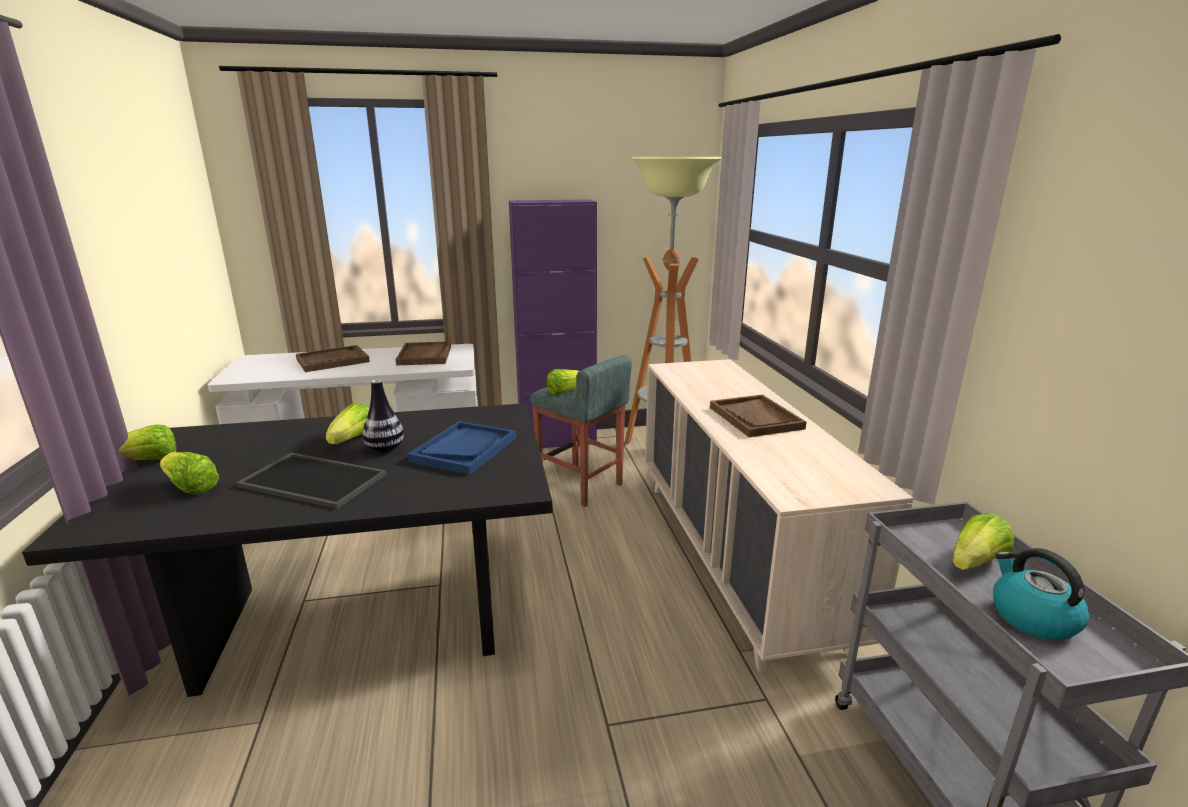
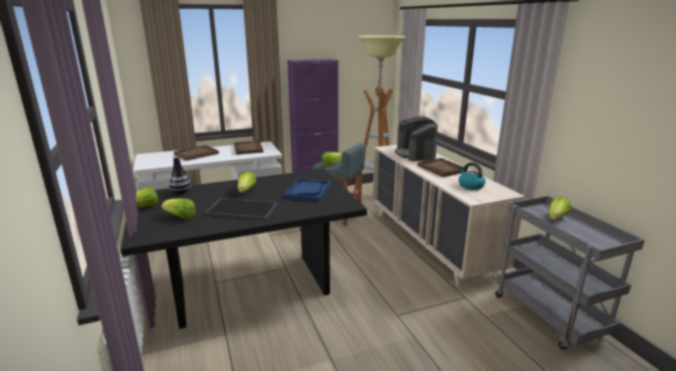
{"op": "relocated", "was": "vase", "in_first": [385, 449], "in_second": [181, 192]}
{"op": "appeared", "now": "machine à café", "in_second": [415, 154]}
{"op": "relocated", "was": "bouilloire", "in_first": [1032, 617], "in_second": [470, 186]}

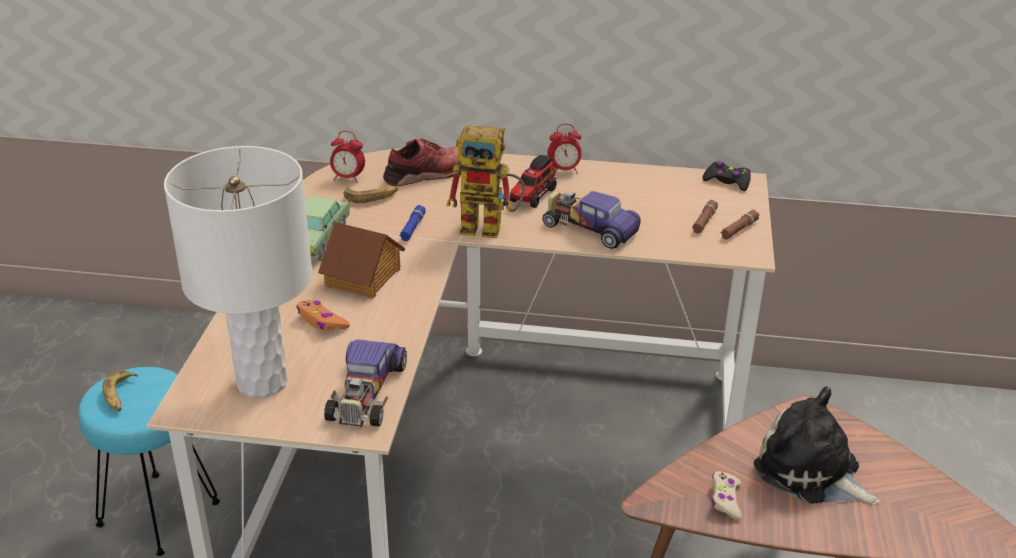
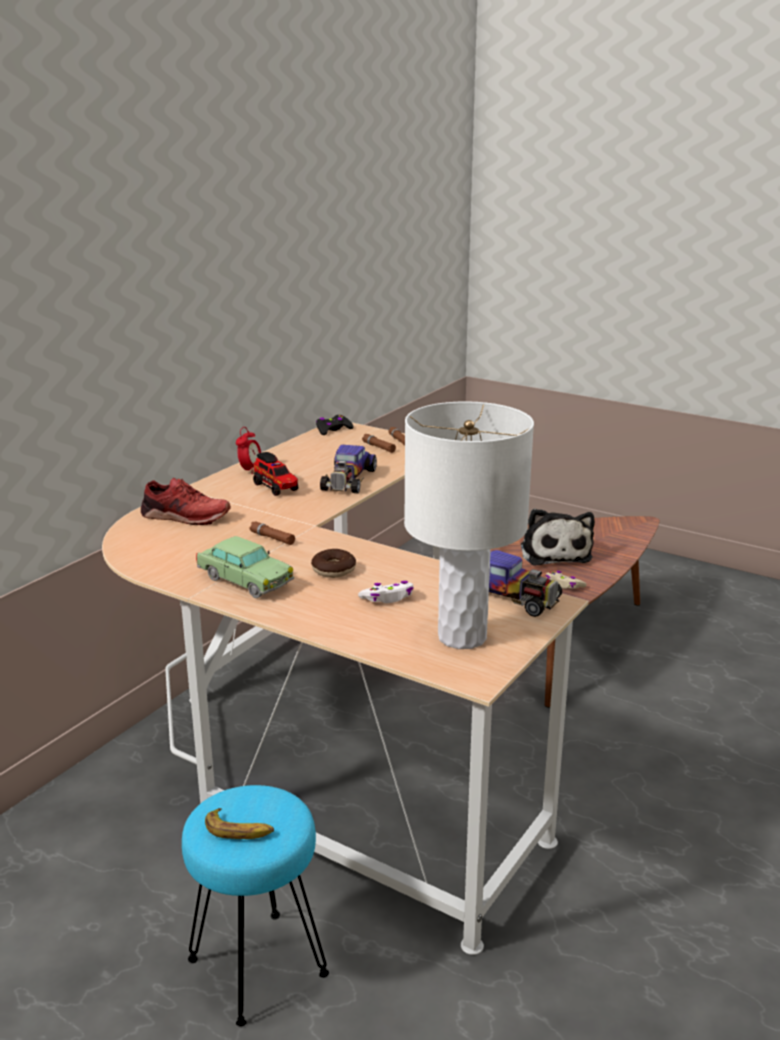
{"op": "spun", "was": "chaussure/rouge", "in_first": [428, 173], "in_second": [184, 516], "clockwise": 105}
{"op": "colour", "was": "lampe de poche/bleu", "now": "lampe de poche/marron", "in_first": [413, 227], "in_second": [272, 538]}
{"op": "exchanged", "was": "maison miniature", "now": "beignet", "in_first": [364, 277], "in_second": [333, 570]}
{"op": "spun", "was": "petite voiture", "in_first": [590, 228], "in_second": [348, 480], "clockwise": -45}
{"op": "colour", "was": "manette/orange", "now": "manette/blanc", "in_first": [322, 321], "in_second": [388, 598]}
{"op": "spun", "was": "peluche", "in_first": [811, 472], "in_second": [554, 552], "clockwise": -75}
{"op": "missing", "was": "réveil", "in_first": [348, 178]}
{"op": "missing", "was": "banane", "in_first": [371, 197]}
{"op": "missing", "was": "robot jouet", "in_first": [491, 227]}

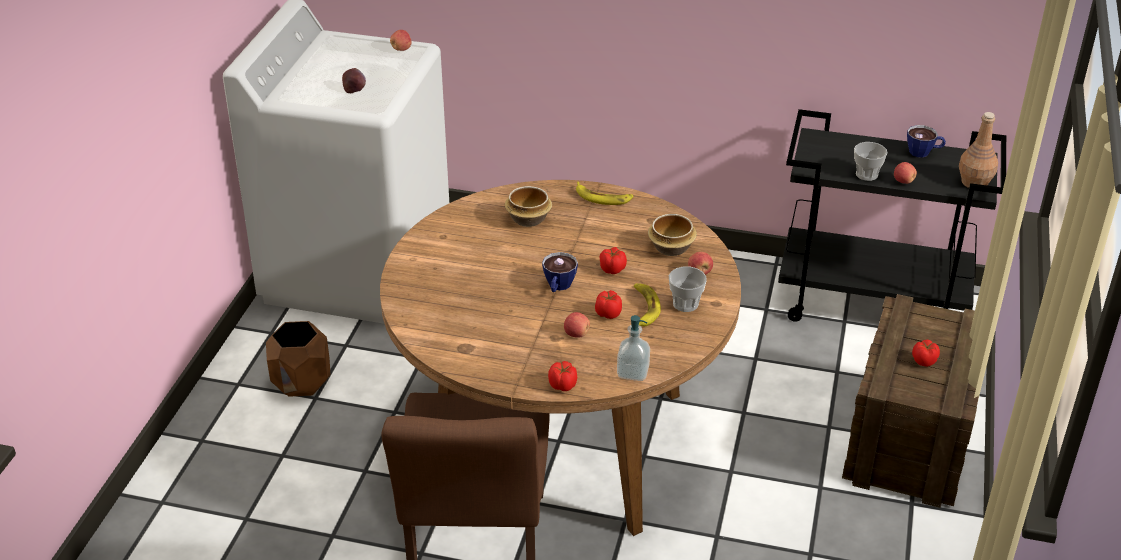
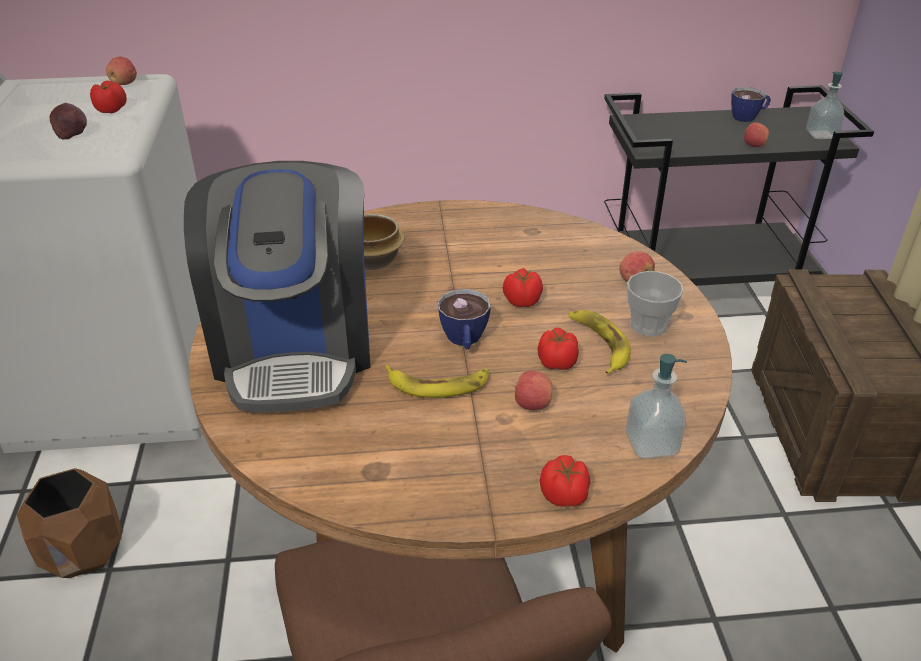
{"op": "relocated", "was": "tomate", "in_first": [924, 361], "in_second": [112, 110]}
{"op": "appeared", "now": "machine à café", "in_second": [295, 347]}
{"op": "relocated", "was": "banane", "in_first": [603, 197], "in_second": [438, 384]}
{"op": "exchanged", "was": "bouteille/marron", "now": "distributeur de savon", "in_first": [974, 182], "in_second": [821, 135]}
{"op": "missing", "was": "bol", "in_first": [672, 248]}
{"op": "missing", "was": "tasse", "in_first": [866, 174]}

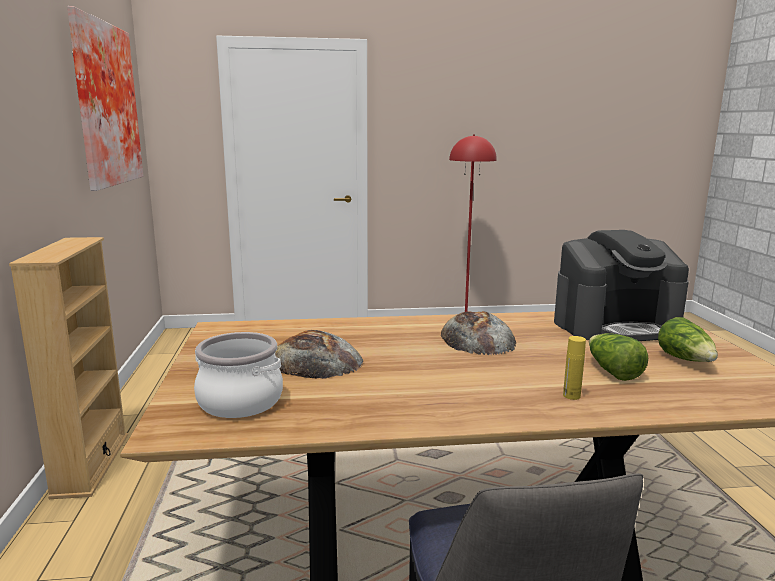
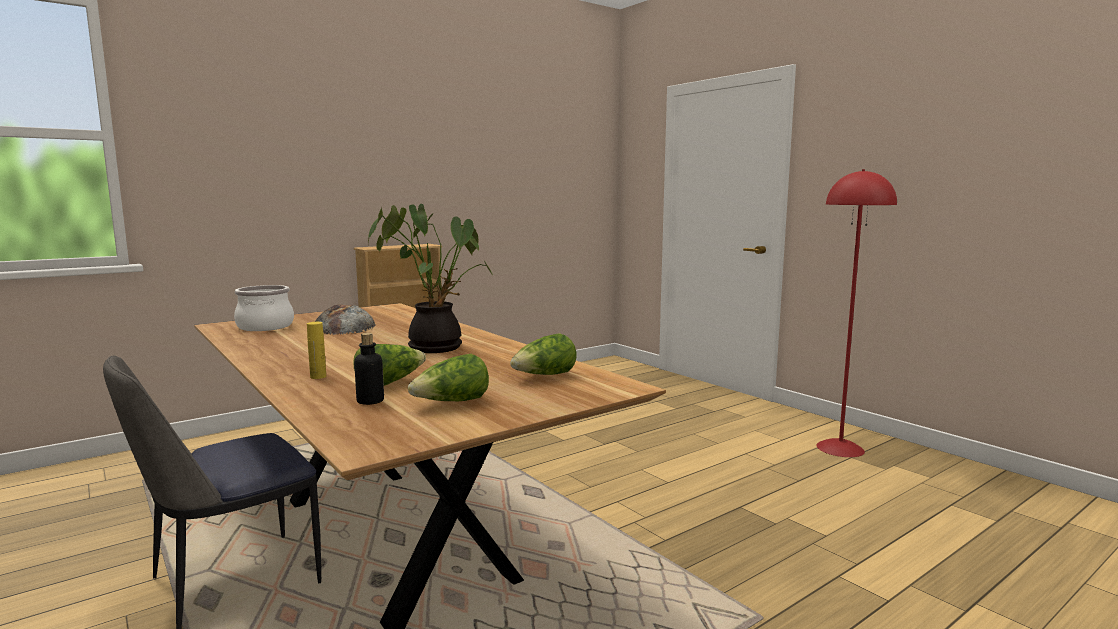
{"op": "appeared", "now": "bouteille", "in_second": [370, 401]}
{"op": "exchanged", "was": "pain", "now": "plante en pot", "in_first": [477, 339], "in_second": [437, 346]}
{"op": "exchanged", "was": "machine à café", "now": "laitue", "in_first": [615, 325], "in_second": [544, 376]}
{"op": "missing", "was": "tableau", "in_first": [102, 104]}

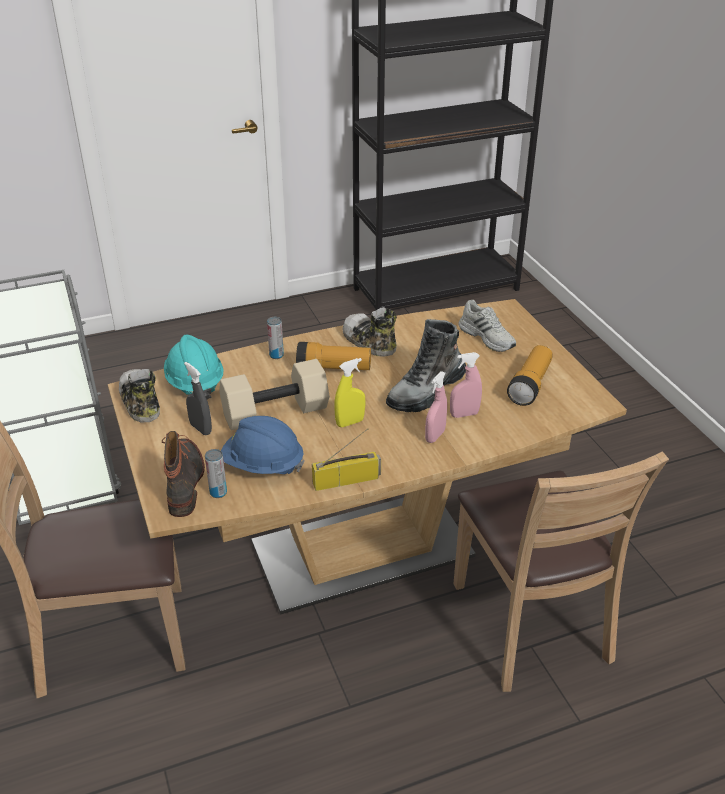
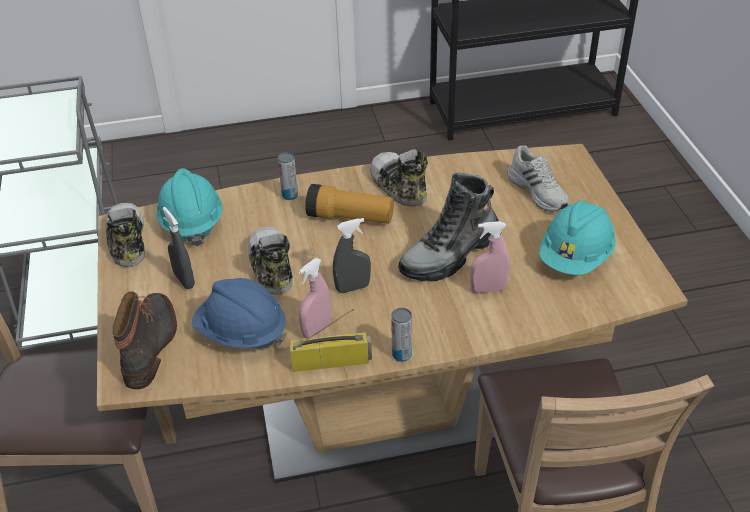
{"op": "exchanged", "was": "haltère/beige", "now": "chaussure", "in_first": [275, 413], "in_second": [271, 268]}
{"op": "relocated", "was": "vaporisateur/rose", "in_first": [435, 436], "in_second": [316, 329]}
{"op": "colour", "was": "vaporisateur/jaune", "now": "vaporisateur/gris", "in_first": [350, 422], "in_second": [352, 288]}
{"op": "relocated", "was": "boîte métallique", "in_first": [218, 492], "in_second": [401, 355]}
{"op": "exchanged", "was": "lampe de poche", "now": "casque de chantier/turquoise", "in_first": [530, 385], "in_second": [575, 258]}

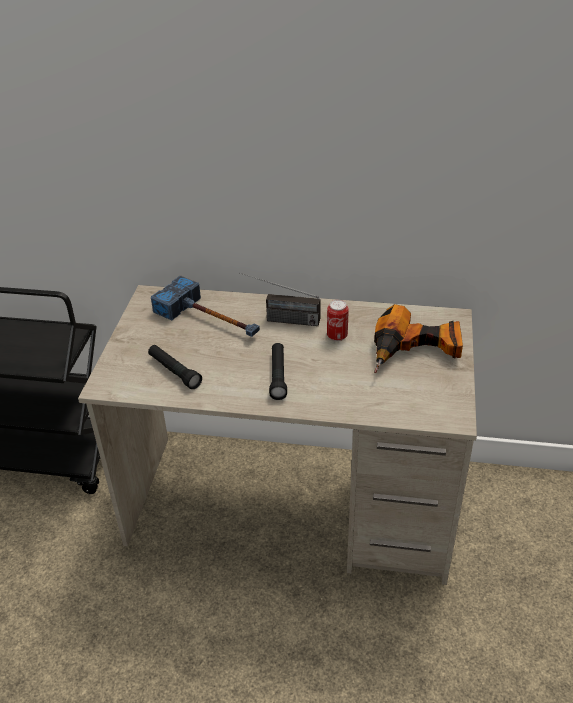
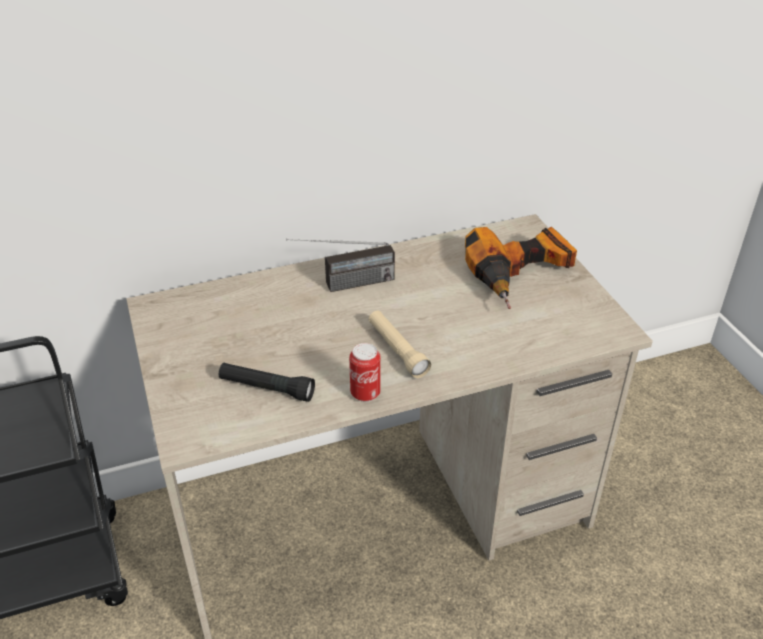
{"op": "relocated", "was": "boîte métallique", "in_first": [337, 336], "in_second": [365, 393]}
{"op": "colour", "was": "lampe de poche/noir", "now": "lampe de poche/beige", "in_first": [278, 376], "in_second": [397, 350]}
{"op": "missing", "was": "marteau", "in_first": [210, 320]}

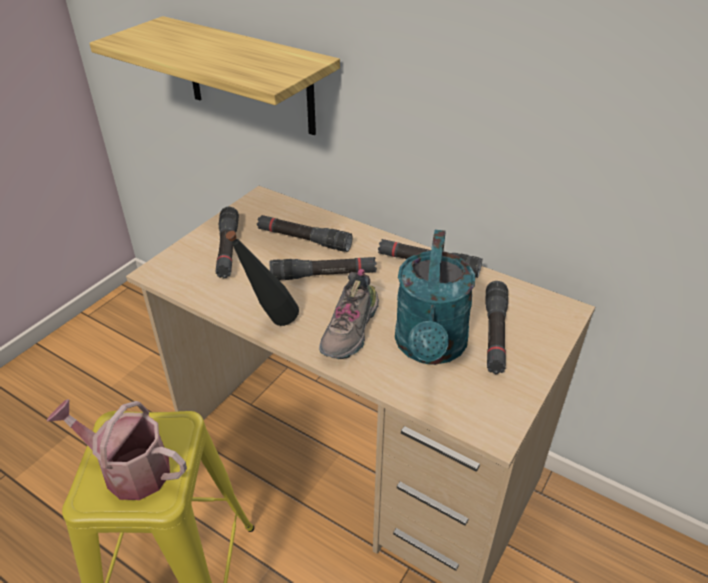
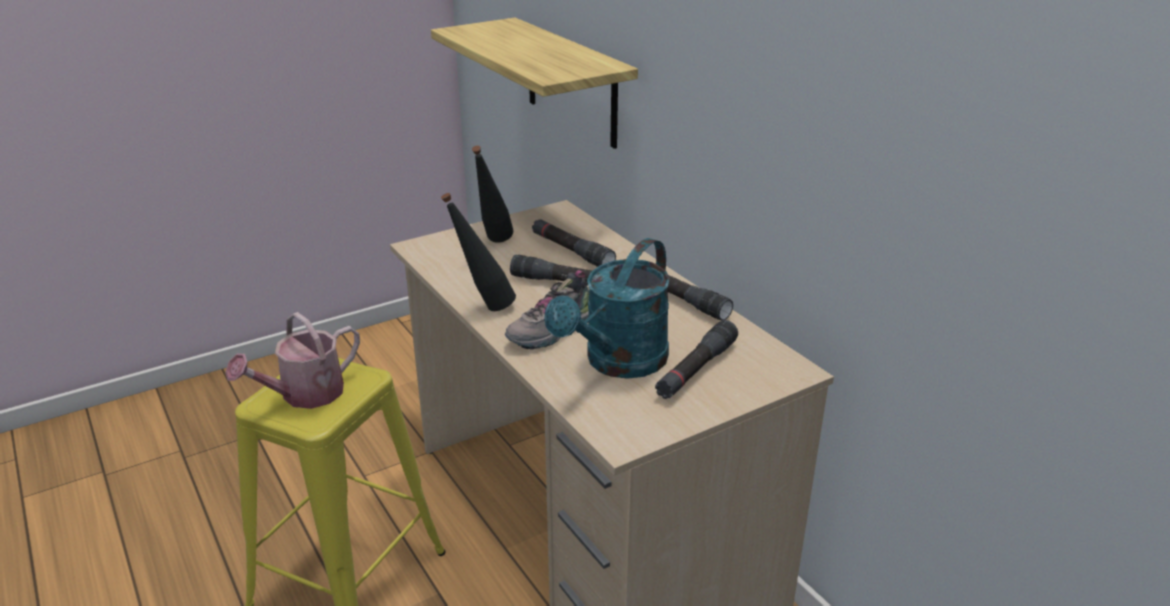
{"op": "spun", "was": "arrosoir", "in_first": [129, 470], "in_second": [304, 395], "clockwise": -90}
{"op": "exchanged", "was": "lampe de poche/noir", "now": "bouteille/noir", "in_first": [227, 249], "in_second": [493, 243]}

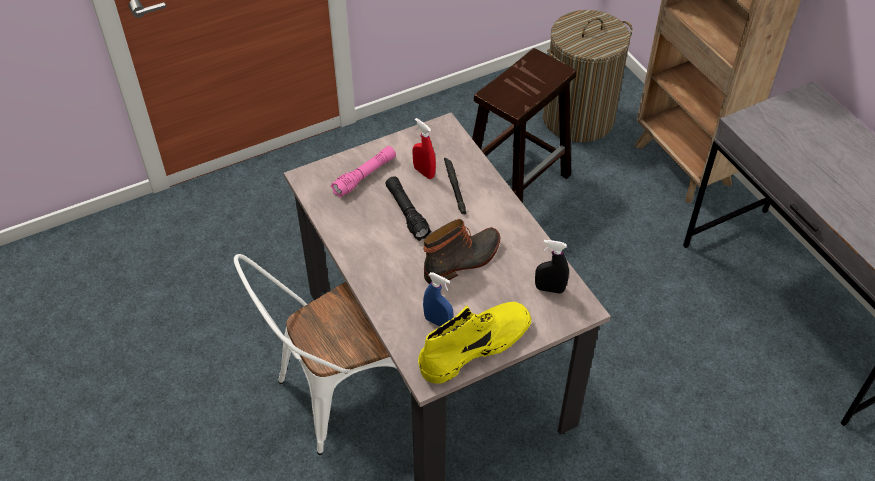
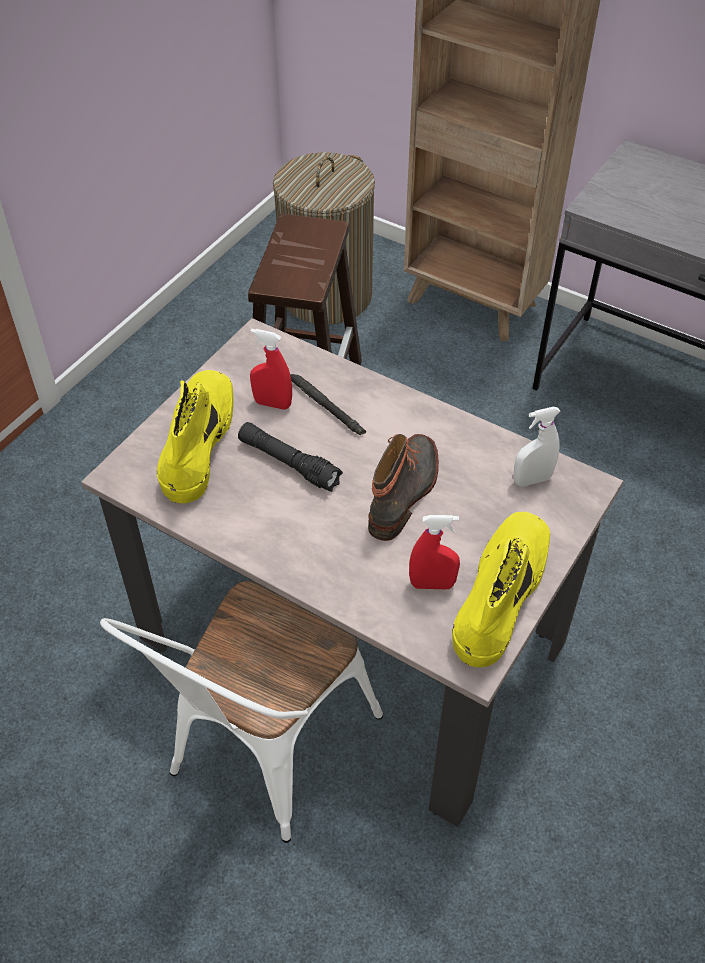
{"op": "exchanged", "was": "lampe de poche/rose", "now": "botte/jaune", "in_first": [364, 176], "in_second": [198, 440]}
{"op": "colour", "was": "vaporisateur/bleu", "now": "vaporisateur/rouge", "in_first": [438, 322], "in_second": [432, 584]}
{"op": "colour", "was": "vaporisateur/noir", "now": "vaporisateur/blanc", "in_first": [549, 289], "in_second": [532, 480]}

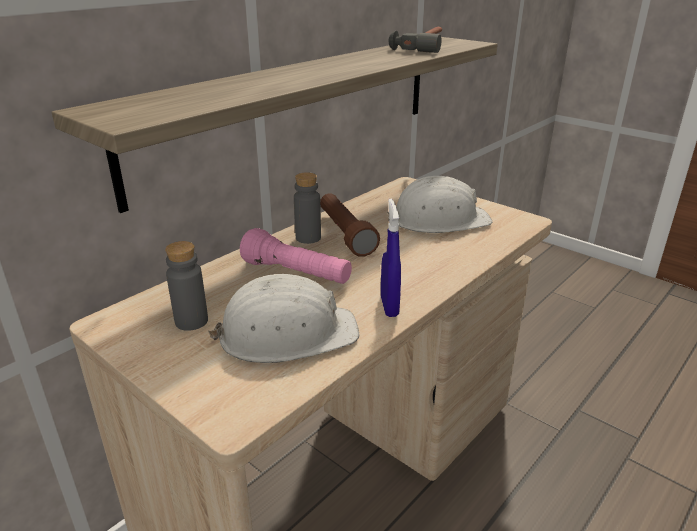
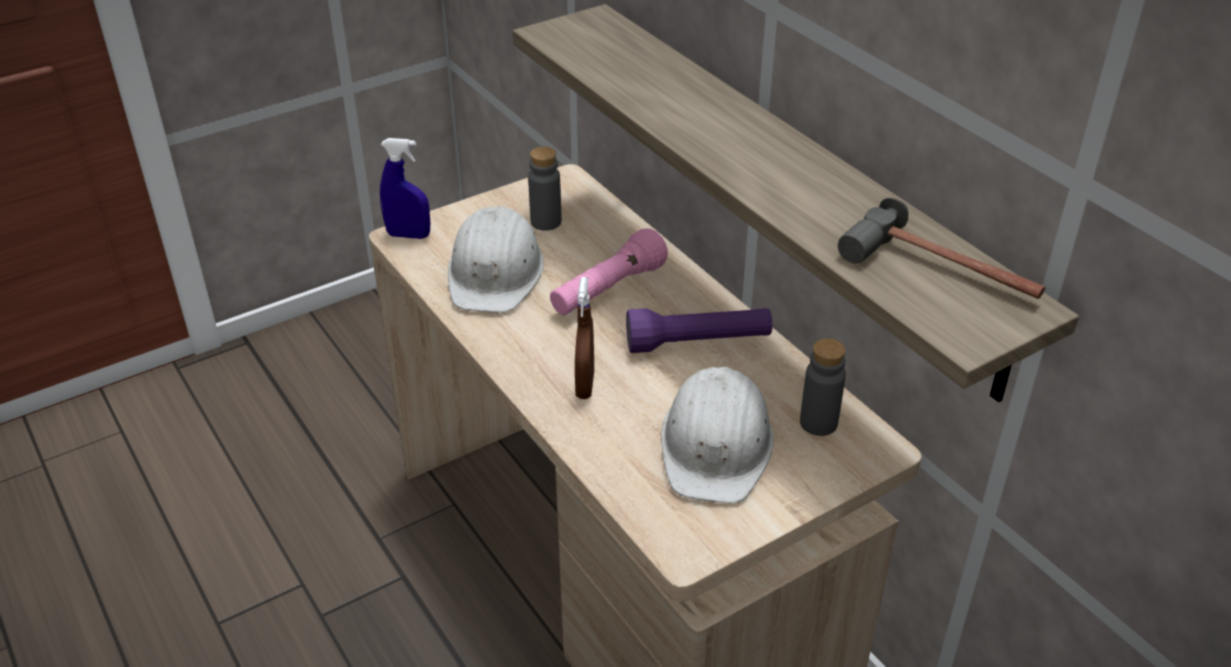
{"op": "relocated", "was": "vaporisateur/bleu", "in_first": [389, 307], "in_second": [408, 235]}
{"op": "appeared", "now": "vaporisateur/marron", "in_second": [585, 385]}
{"op": "colour", "was": "lampe de poche/marron", "now": "lampe de poche/violet", "in_first": [345, 234], "in_second": [698, 343]}
{"op": "relocated", "was": "bouteille/gris", "in_first": [308, 238], "in_second": [818, 423]}

